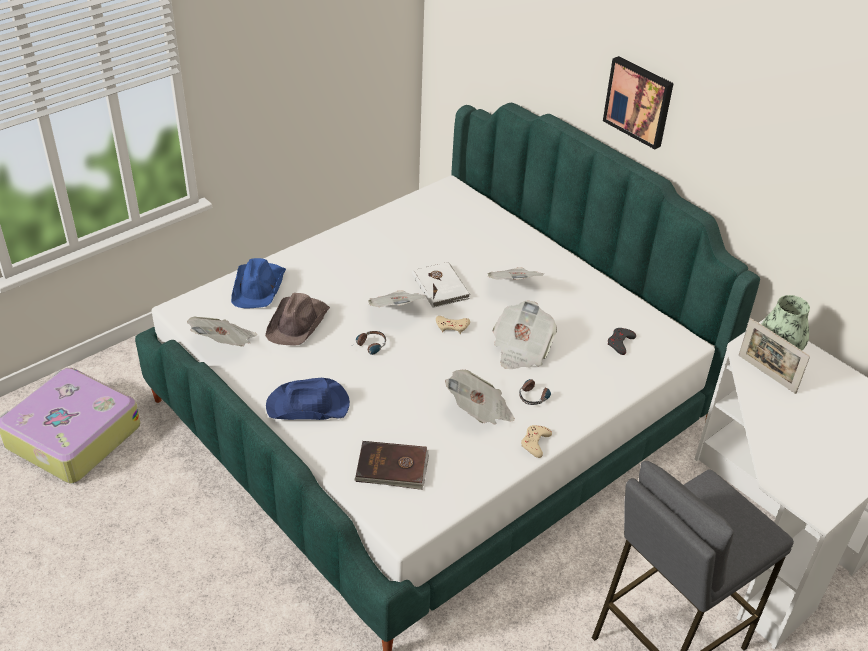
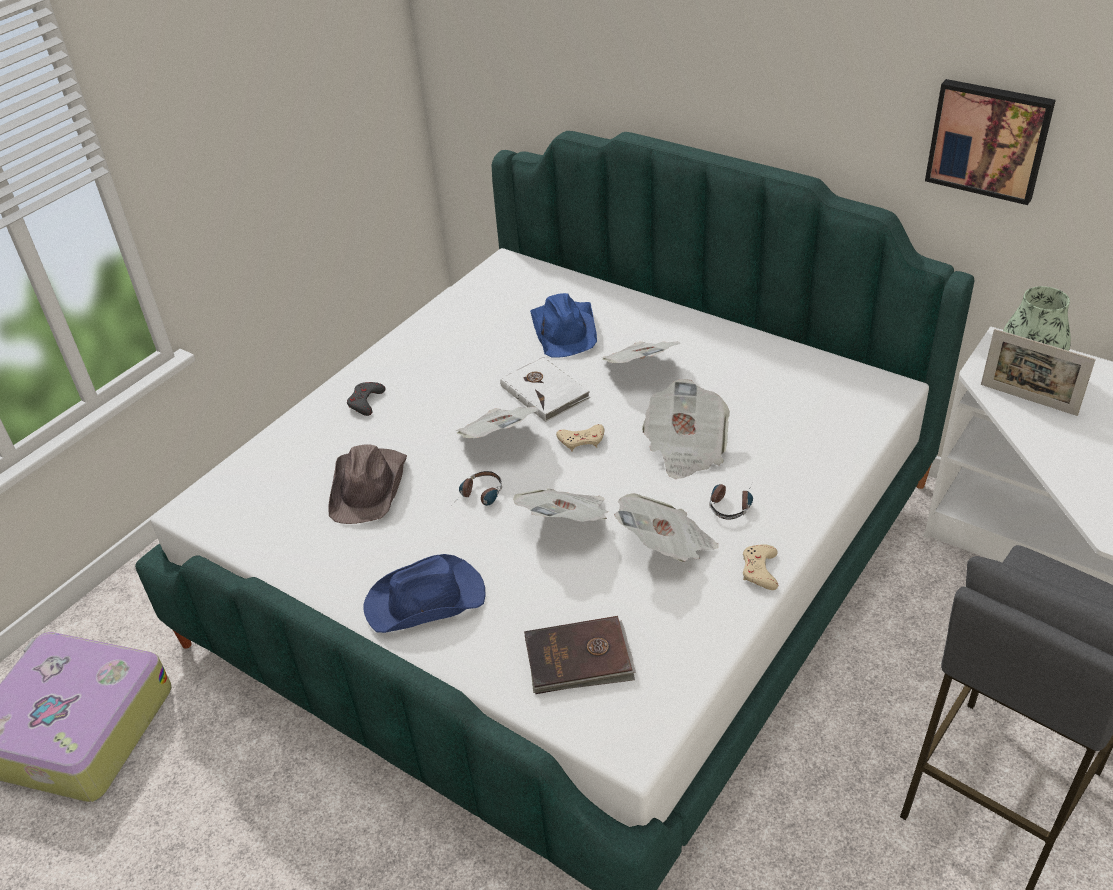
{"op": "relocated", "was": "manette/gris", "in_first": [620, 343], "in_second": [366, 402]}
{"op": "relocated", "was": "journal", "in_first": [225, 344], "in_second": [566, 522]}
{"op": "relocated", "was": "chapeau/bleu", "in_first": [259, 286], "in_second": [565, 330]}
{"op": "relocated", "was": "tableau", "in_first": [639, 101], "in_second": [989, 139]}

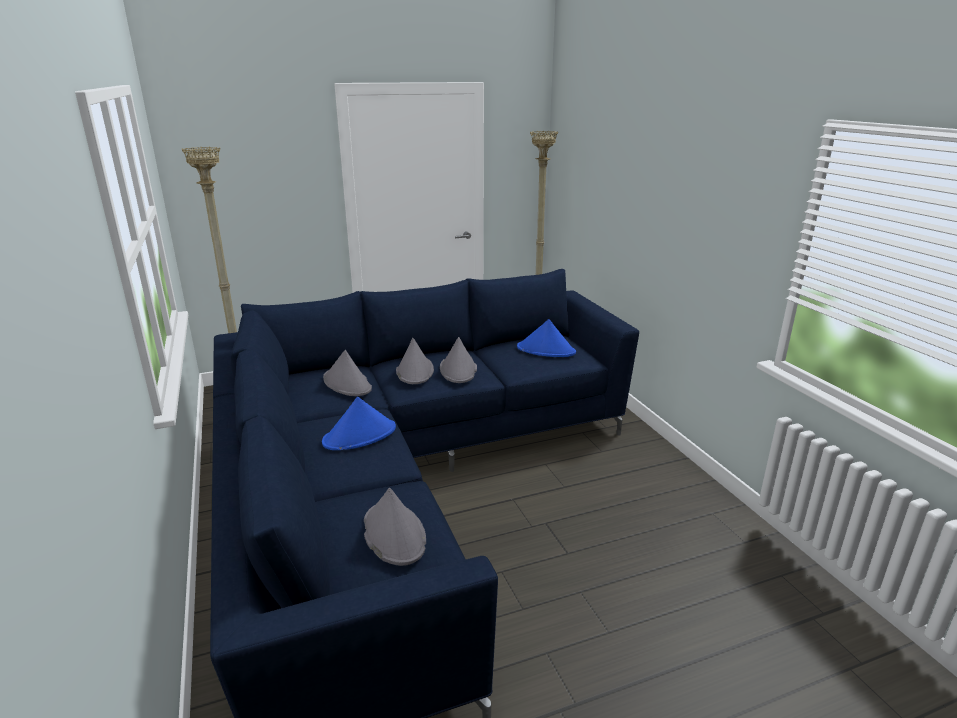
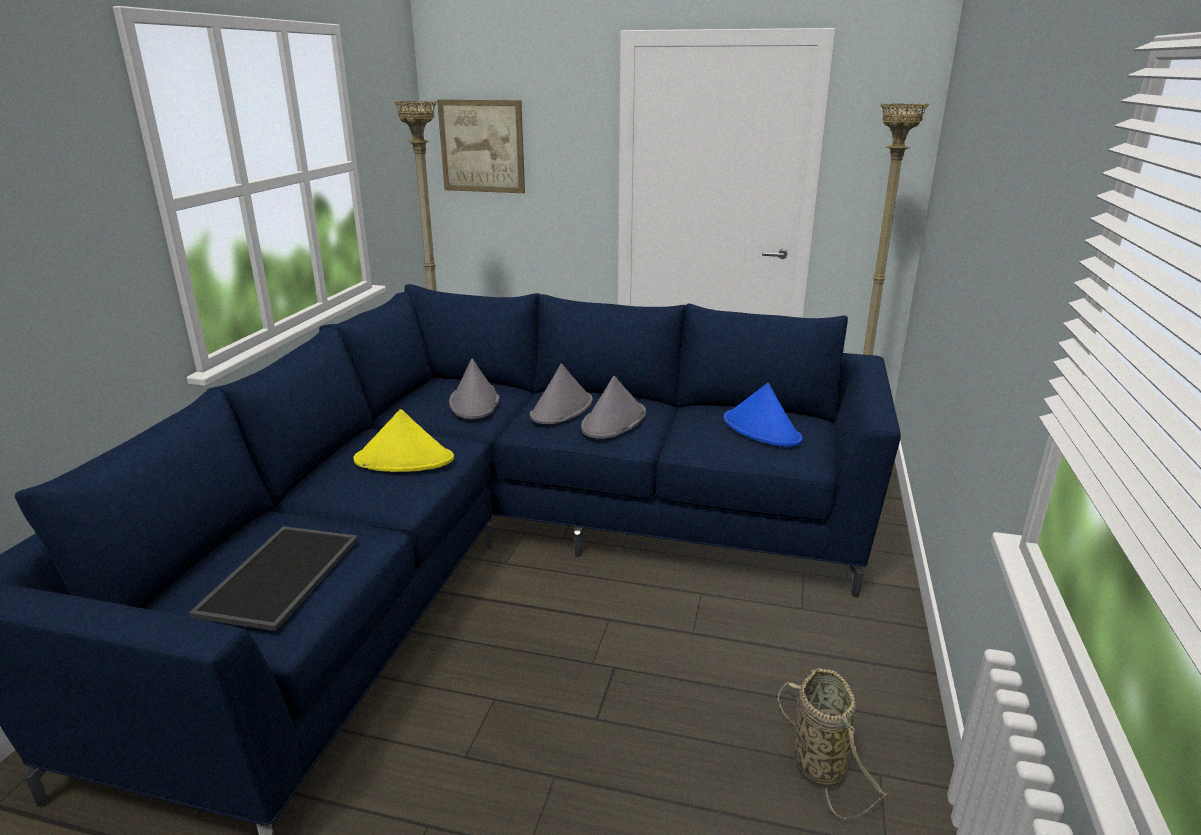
{"op": "exchanged", "was": "chapeau/gris", "now": "plateau", "in_first": [393, 534], "in_second": [279, 574]}
{"op": "colour", "was": "chapeau/bleu", "now": "chapeau/jaune", "in_first": [360, 435], "in_second": [405, 460]}
{"op": "appeared", "now": "tableau", "in_second": [482, 146]}
{"op": "appeared", "now": "panier", "in_second": [817, 762]}

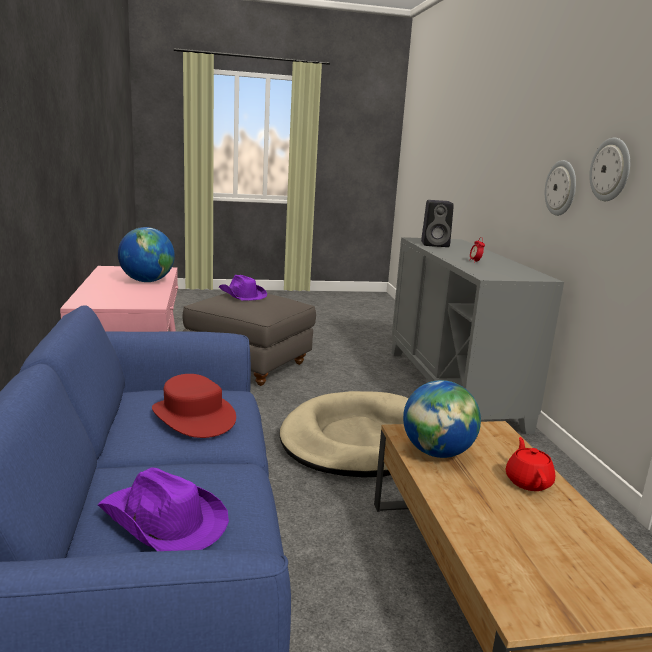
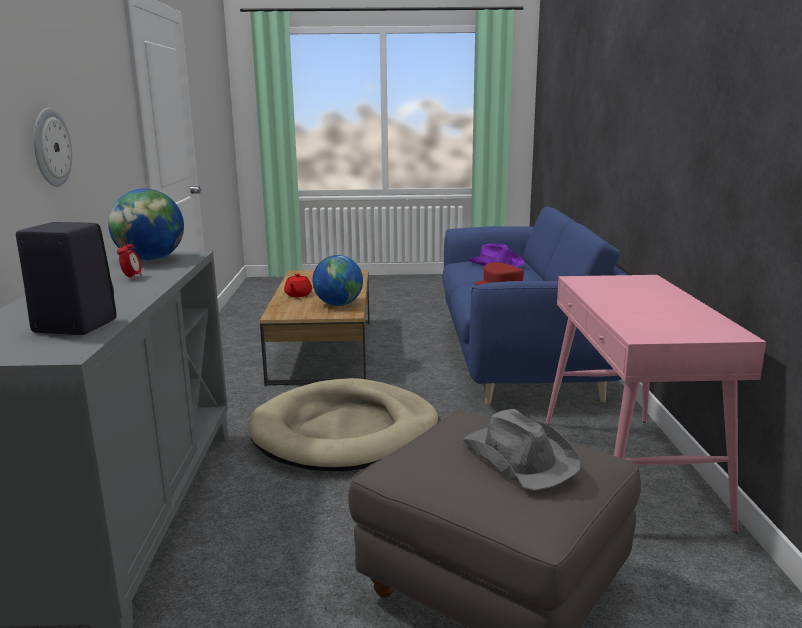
{"op": "relocated", "was": "globe", "in_first": [147, 281], "in_second": [151, 260]}
{"op": "colour", "was": "chapeau/violet", "now": "chapeau/gris", "in_first": [242, 295], "in_second": [519, 457]}
{"op": "missing", "was": "horloge murale", "in_first": [611, 170]}

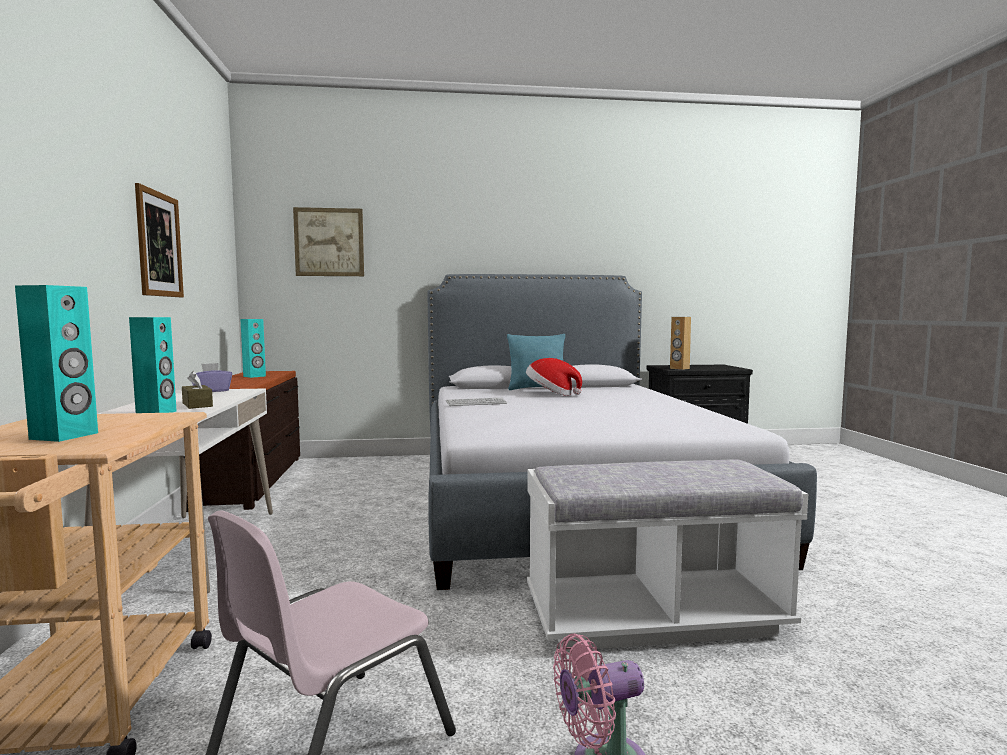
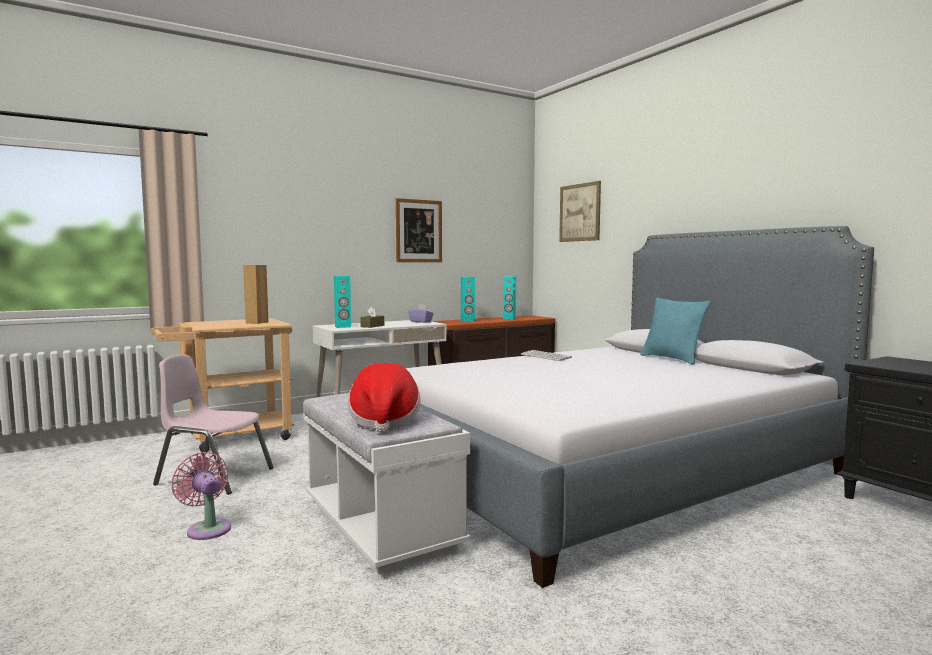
{"op": "relocated", "was": "enceinte/marron", "in_first": [679, 368], "in_second": [256, 322]}
{"op": "relocated", "was": "chapeau", "in_first": [551, 394], "in_second": [384, 421]}
{"op": "relocated", "was": "enceinte/turquoise", "in_first": [65, 436], "in_second": [467, 321]}

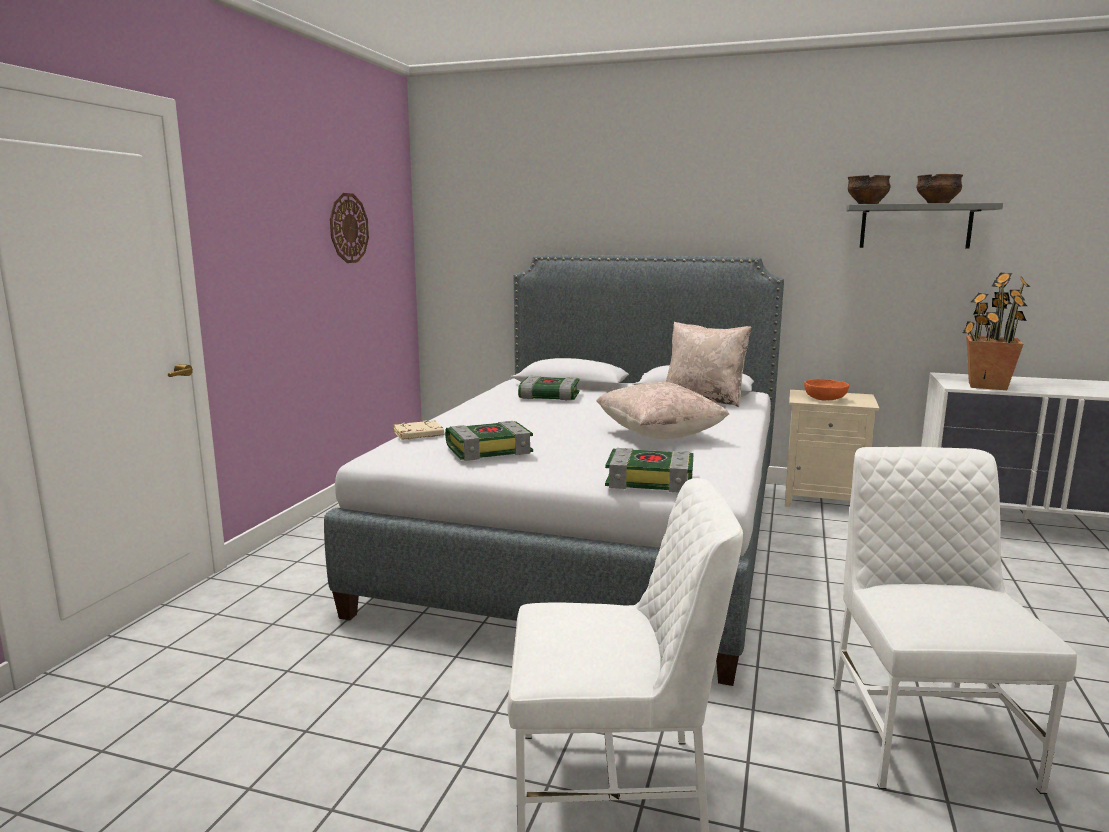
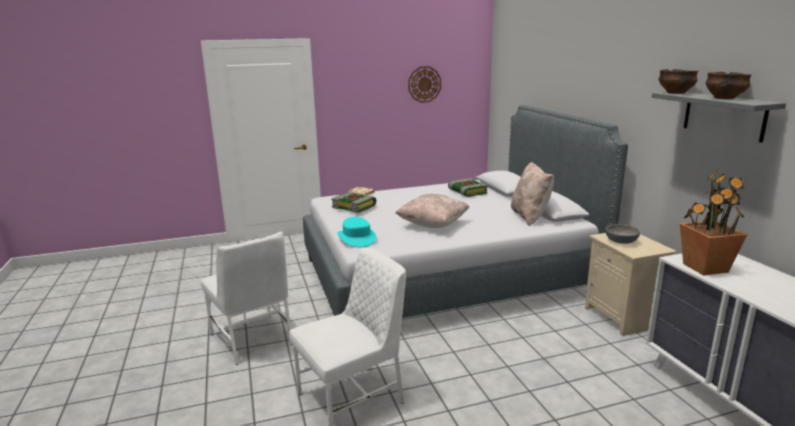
{"op": "exchanged", "was": "livre", "now": "chapeau/turquoise", "in_first": [651, 480], "in_second": [356, 238]}
{"op": "colour", "was": "bol/orange", "now": "bol/gris", "in_first": [825, 399], "in_second": [620, 241]}

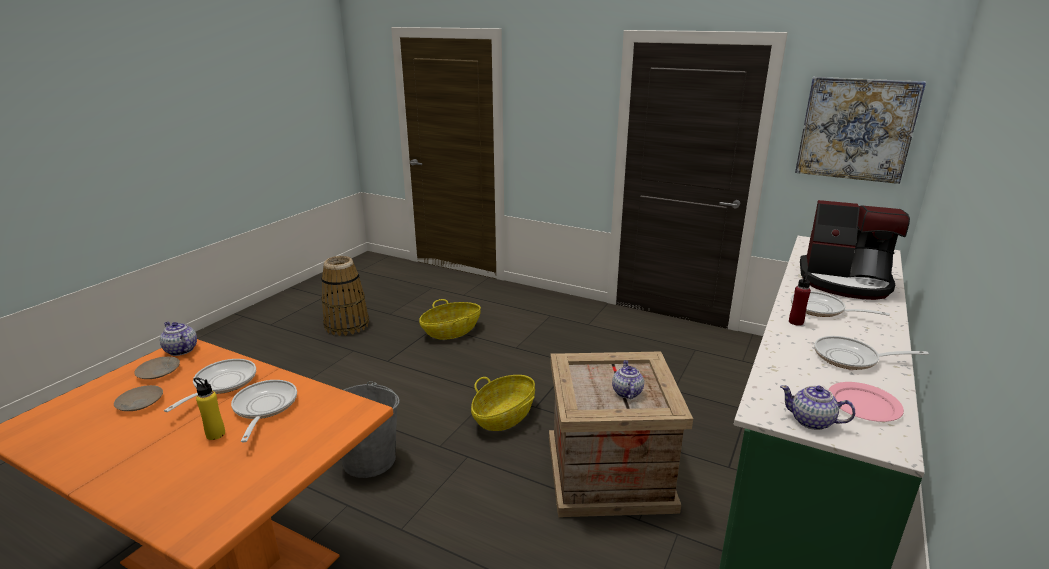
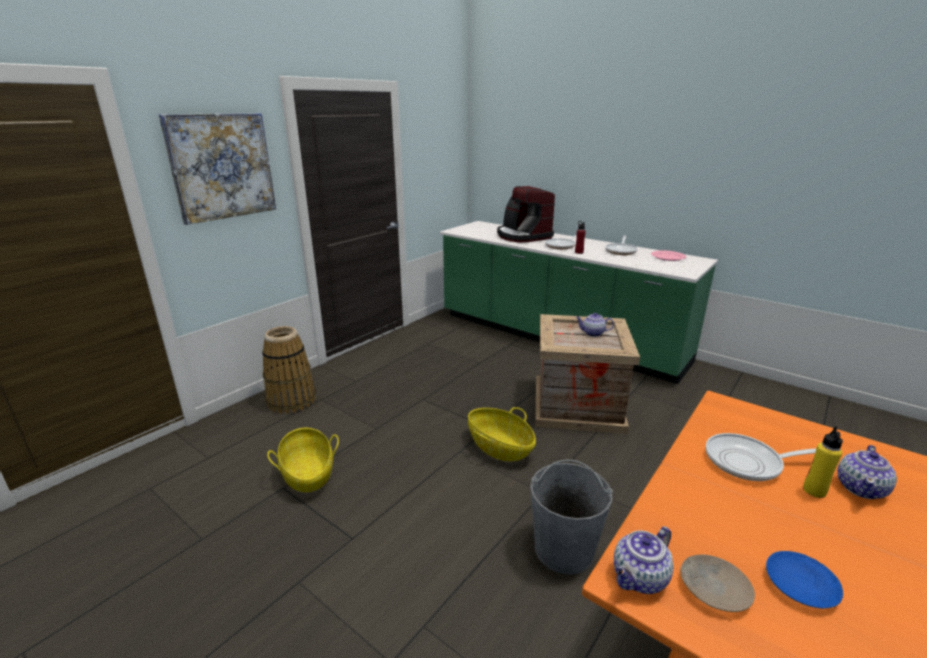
{"op": "relocated", "was": "tableau", "in_first": [856, 129], "in_second": [222, 166]}
{"op": "relocated", "was": "panier", "in_first": [347, 325], "in_second": [292, 400]}
{"op": "spun", "was": "machine à café", "in_first": [845, 282], "in_second": [523, 236], "clockwise": 120}
{"op": "colour", "was": "assiette/beige", "now": "assiette/bleu", "in_first": [140, 403], "in_second": [801, 585]}
{"op": "relocated", "was": "théière", "in_first": [812, 421], "in_second": [861, 488]}
{"op": "missing", "was": "poêle", "in_first": [221, 384]}

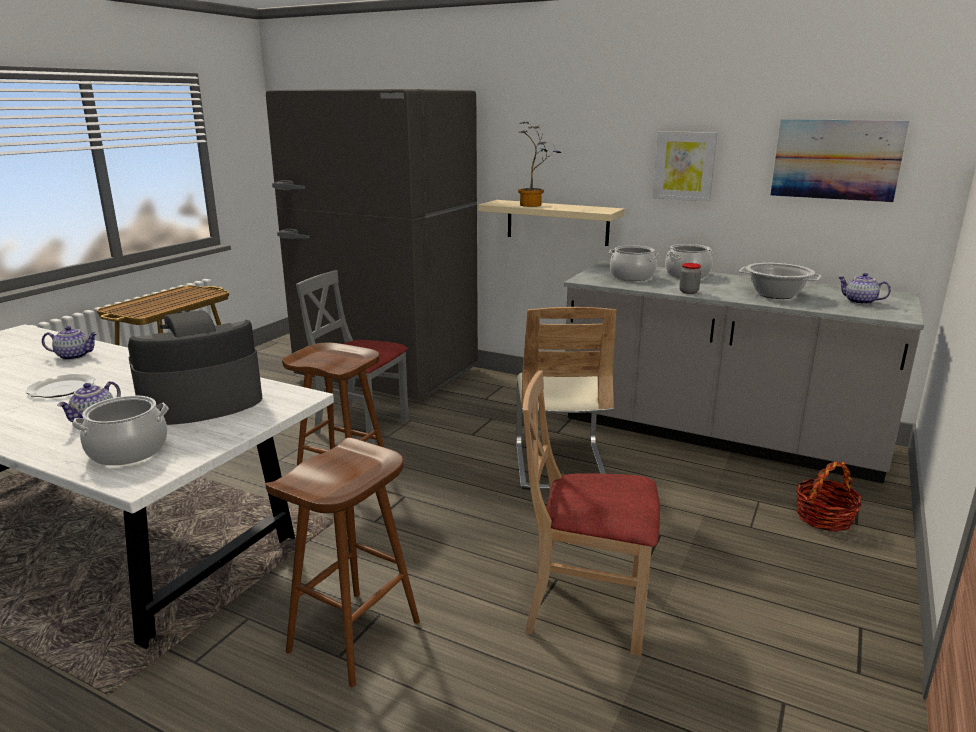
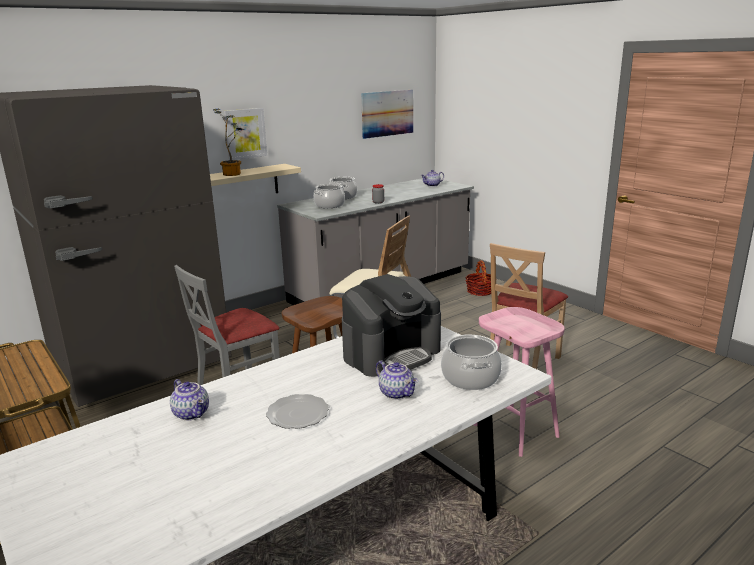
{"op": "spun", "was": "théière", "in_first": [74, 356], "in_second": [192, 413], "clockwise": 120}
{"op": "relocated", "was": "tableau", "in_first": [684, 166], "in_second": [245, 133]}
{"op": "spun", "was": "machine à café", "in_first": [200, 402], "in_second": [391, 353], "clockwise": -120}
{"op": "colour", "was": "tabouret/marron", "now": "tabouret/rose", "in_first": [354, 637], "in_second": [517, 431]}
{"op": "missing", "was": "marmite", "in_first": [776, 294]}

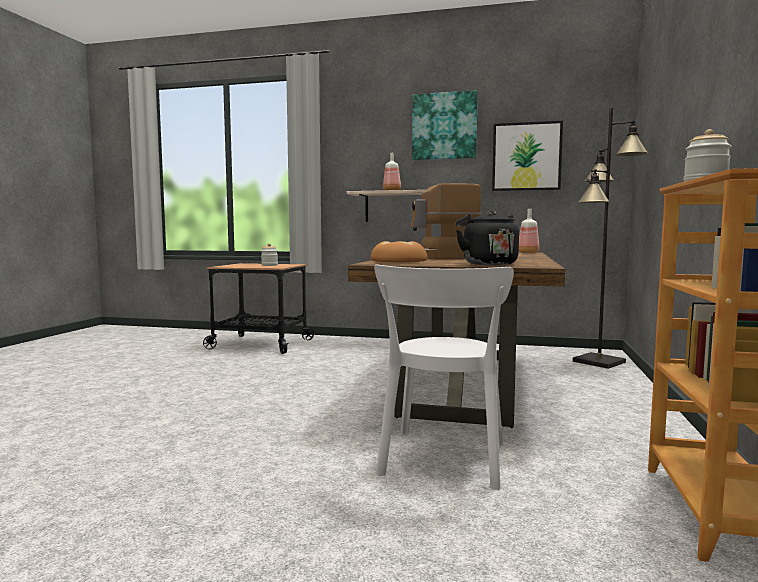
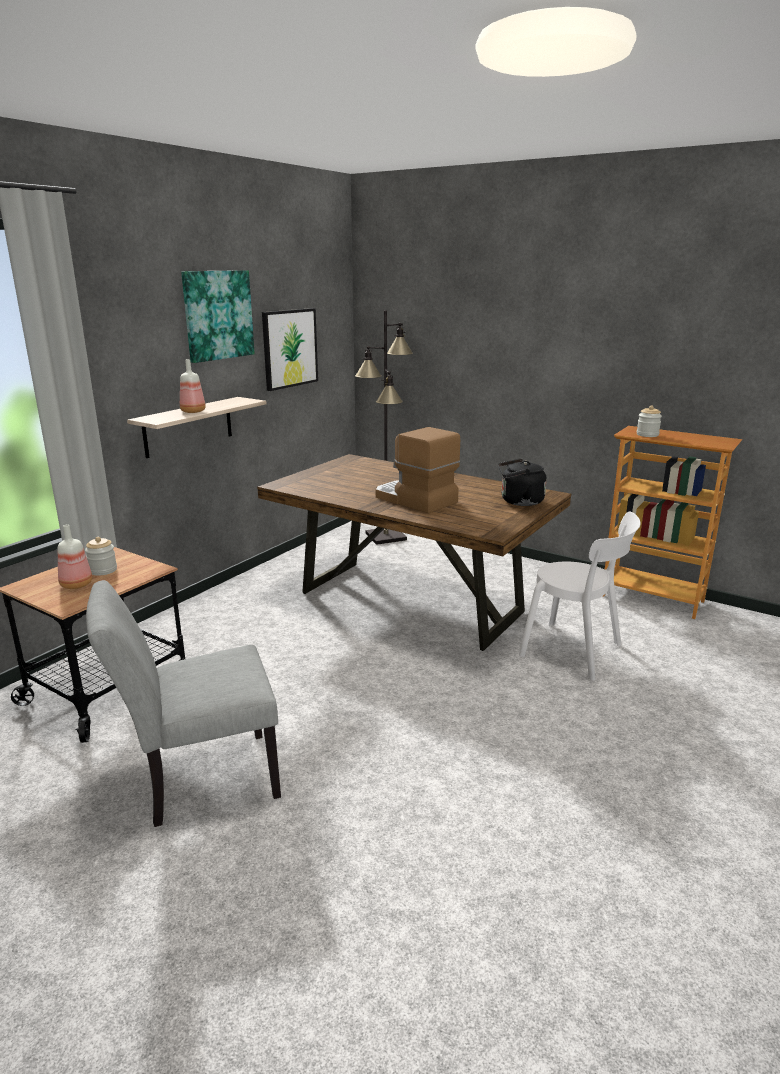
{"op": "relocated", "was": "bouteille", "in_first": [527, 253], "in_second": [75, 585]}
{"op": "appeared", "now": "chaise/gris", "in_second": [199, 780]}
{"op": "spun", "was": "machine à café", "in_first": [436, 257], "in_second": [414, 500], "clockwise": 120}
{"op": "missing", "was": "pain", "in_first": [399, 261]}

